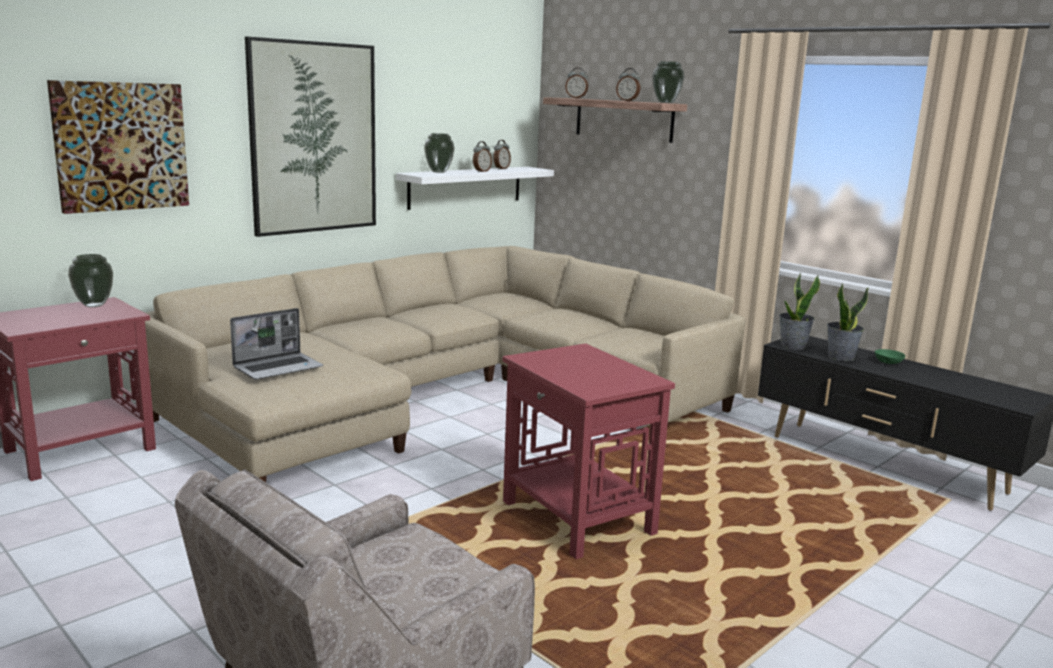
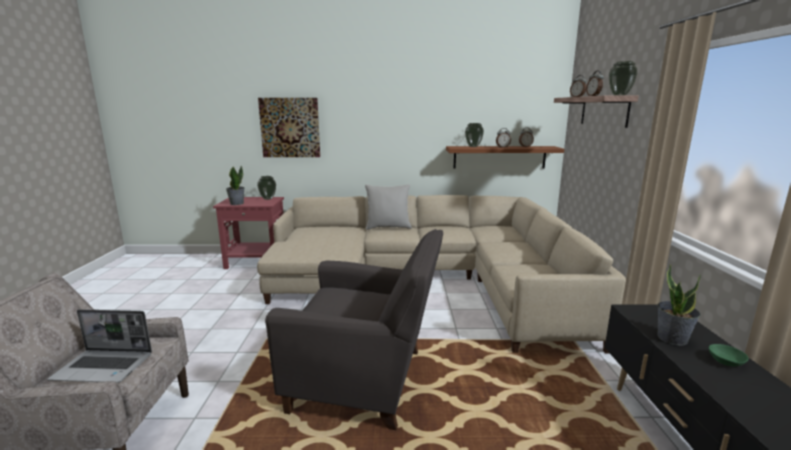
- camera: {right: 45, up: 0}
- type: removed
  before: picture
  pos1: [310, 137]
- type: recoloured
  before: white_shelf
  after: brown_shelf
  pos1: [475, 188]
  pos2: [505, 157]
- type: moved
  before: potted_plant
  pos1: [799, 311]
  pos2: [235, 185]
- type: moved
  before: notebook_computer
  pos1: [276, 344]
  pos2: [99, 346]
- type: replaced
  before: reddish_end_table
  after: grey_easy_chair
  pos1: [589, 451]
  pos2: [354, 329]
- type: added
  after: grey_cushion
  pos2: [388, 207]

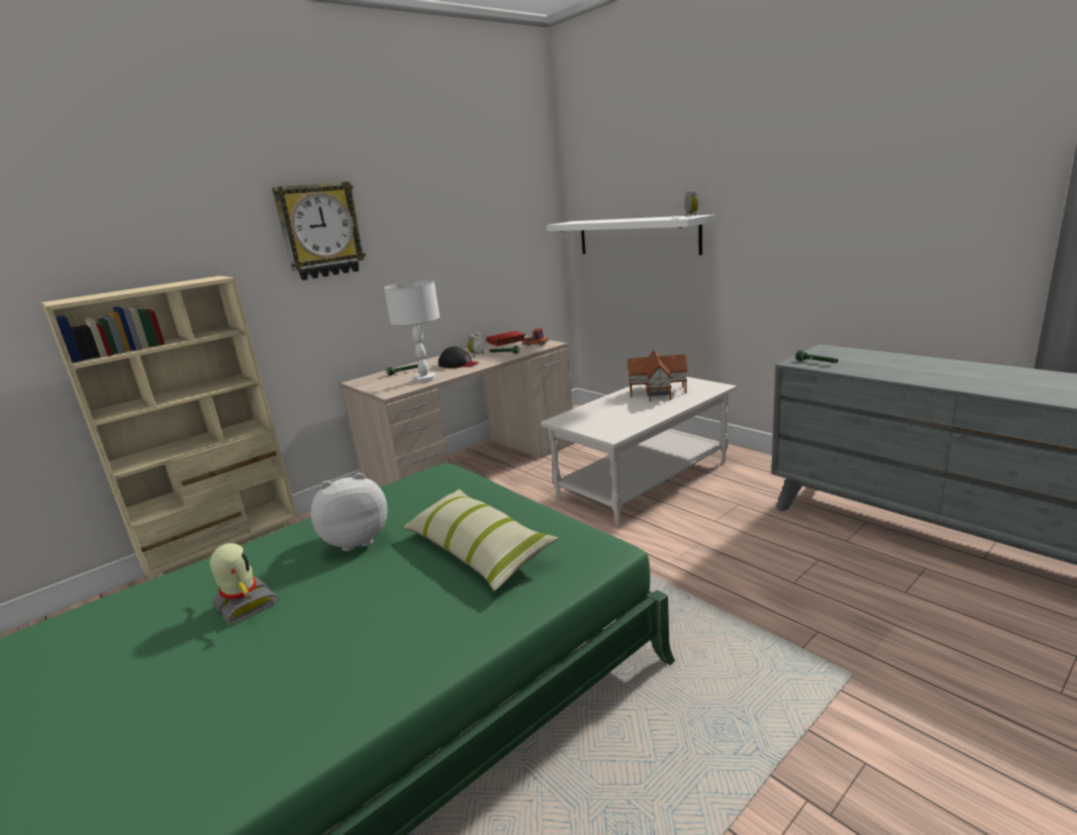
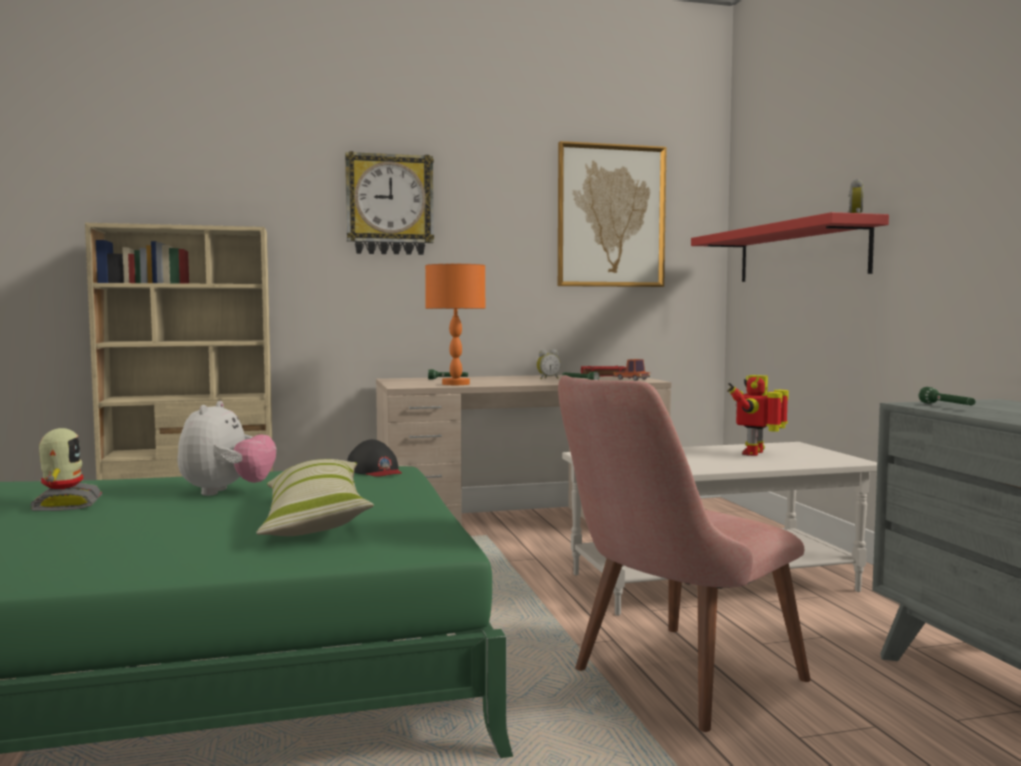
- camera: {right: 25, up: -15}
- type: recoloured
  before: white_shelf
  after: reddish_shelf
  pos1: [630, 235]
  pos2: [790, 247]
- type: recoloured
  before: white_lamp_for_a_table
  after: orange-coloured_lamp_for_a_table
  pos1: [412, 331]
  pos2: [455, 324]
- type: moved
  before: black-coloured_peaked_cap
  pos1: [458, 357]
  pos2: [374, 458]
- type: replaced
  before: model_house
  after: model_robot
  pos1: [657, 376]
  pos2: [758, 415]
- type: turned
  before: cuddly_toy
  pos1: [349, 512]
  pos2: [227, 448]
  turn: 90
- type: added
  after: picture
  pos2: [612, 214]
- type: added
  after: pink_upright_chair
  pos2: [684, 553]

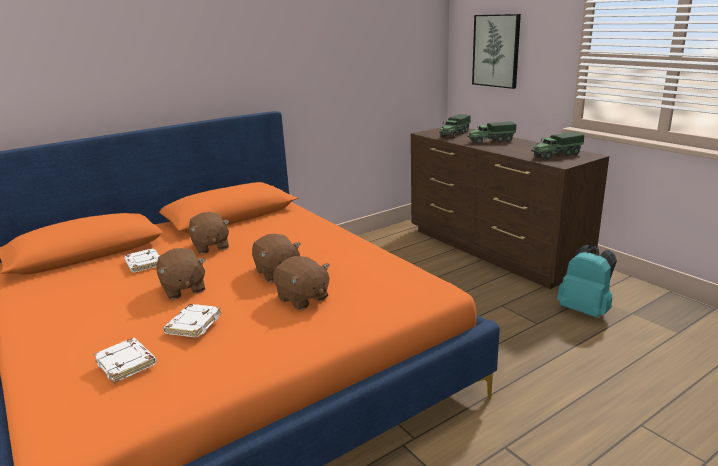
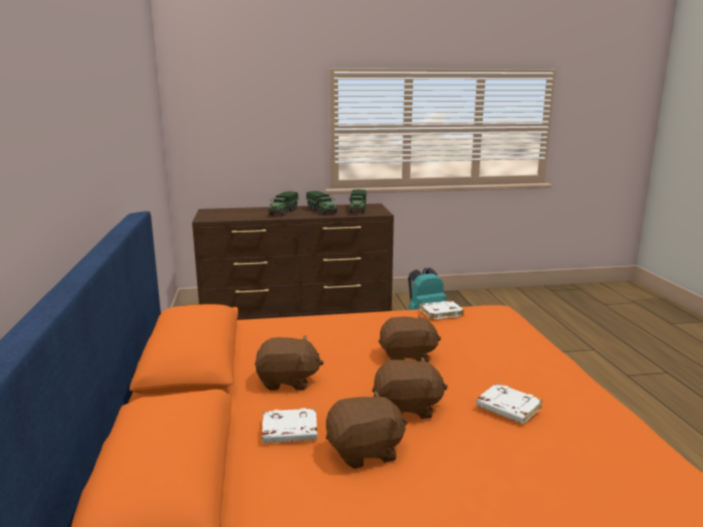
- camera: {right: -65, up: -5}
- type: removed
  before: picture
  pos1: [496, 51]
- type: moved
  before: toy_truck
  pos1: [455, 126]
  pos2: [322, 203]
- type: moved
  before: brown_cuddly_toy
  pos1: [301, 283]
  pos2: [367, 430]
- type: moved
  before: white_bound_book
  pos1: [125, 360]
  pos2: [442, 310]

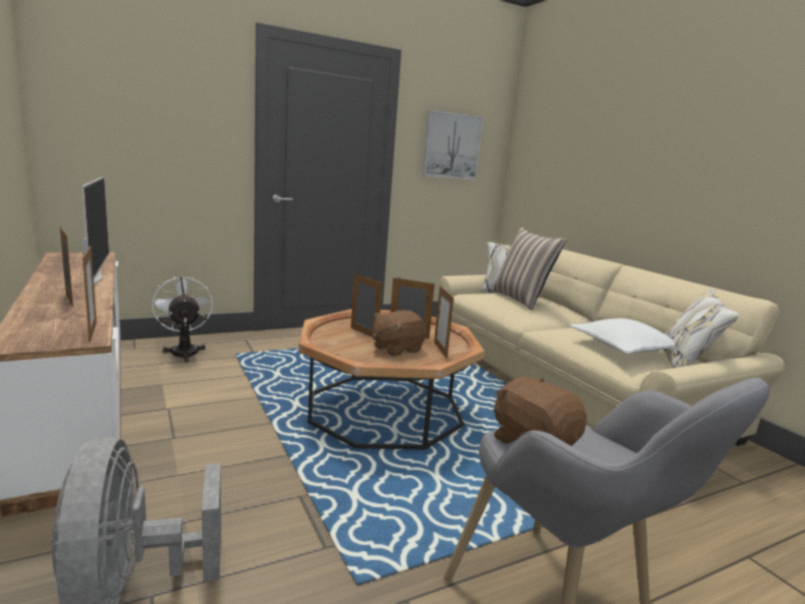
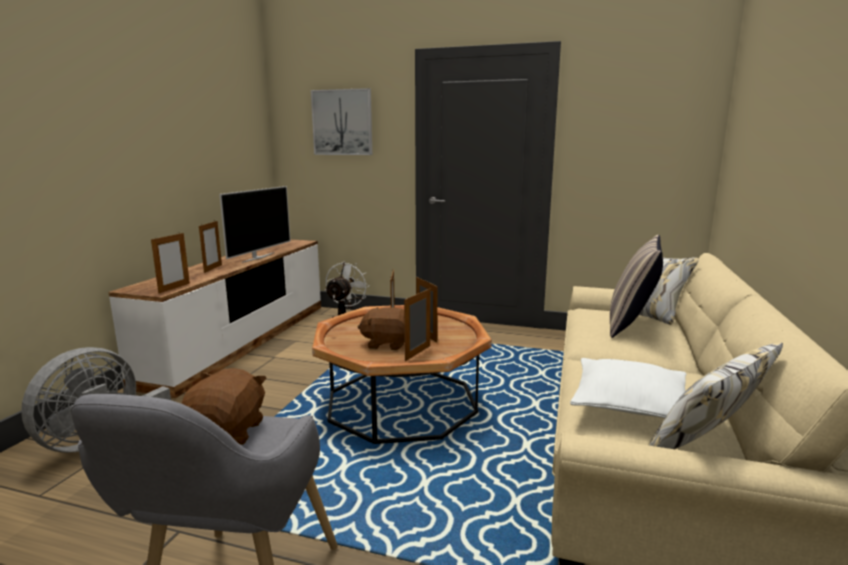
- camera: {right: 45, up: 0}
- type: moved
  before: picture
  pos1: [452, 145]
  pos2: [341, 121]

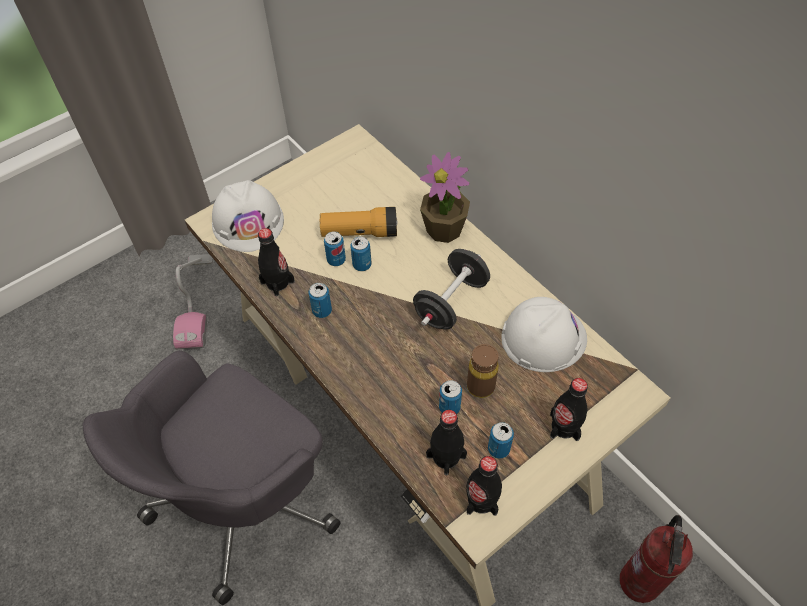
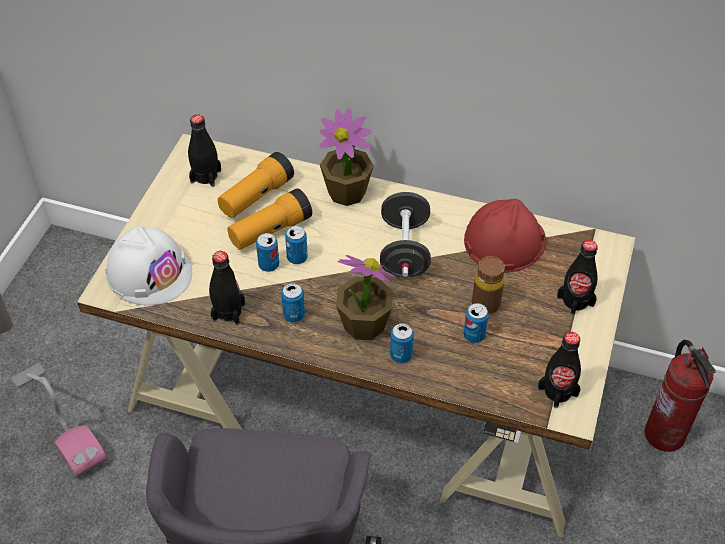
- camera: {right: -35, up: -5}
- type: recoloured
  before: white_hard_hat
  after: reddish_hard_hat
  pos1: [544, 334]
  pos2: [505, 236]
- type: moved
  before: black-coloured_drink_bottle
  pos1: [446, 443]
  pos2: [204, 150]
- type: moved
  before: can
  pos1: [501, 440]
  pos2: [402, 343]
- type: added
  after: torch
  pos2: [256, 185]
- type: added
  after: potted_plant
  pos2: [366, 297]

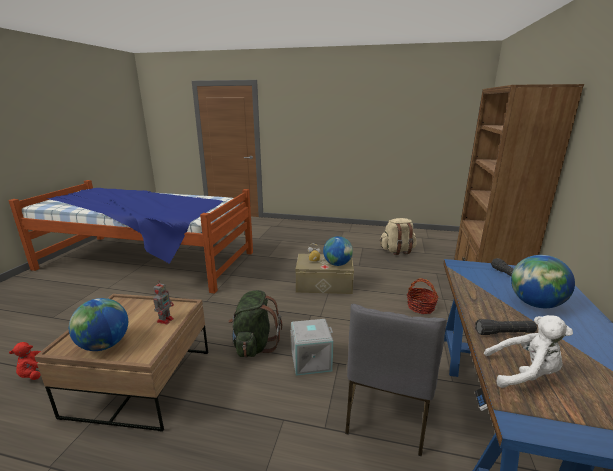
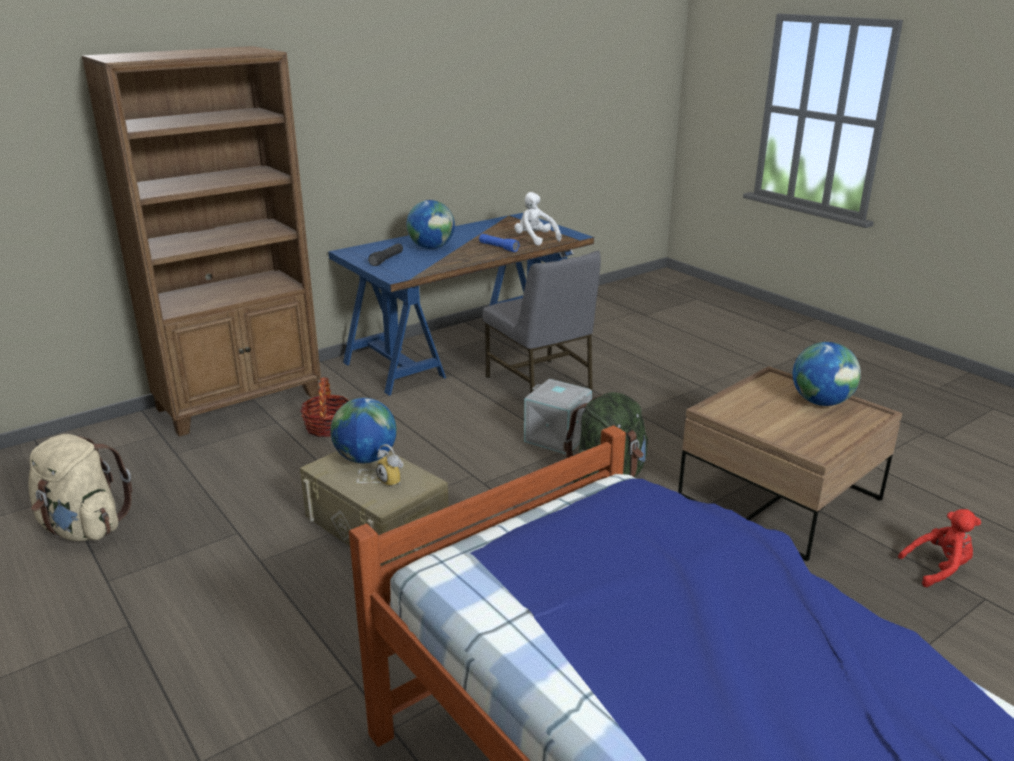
- camera: {right: -140, up: 5}
- type: removed
  before: model_robot
  pos1: [163, 302]
- type: turned
  before: grey_upright_chair
  pos1: [396, 380]
  pos2: [542, 321]
  turn: 90
- type: recoloured
  before: black-coloured_torch
  after: blue-coloured_torch
  pos1: [506, 327]
  pos2: [499, 243]

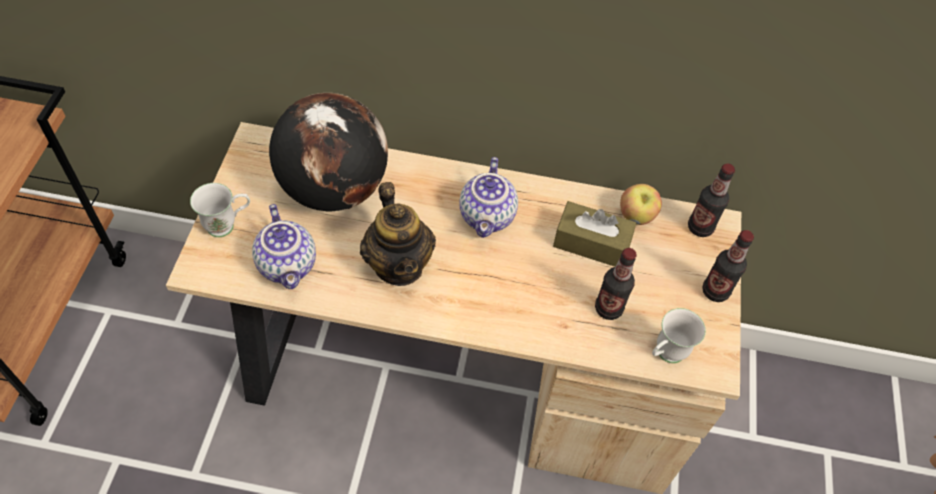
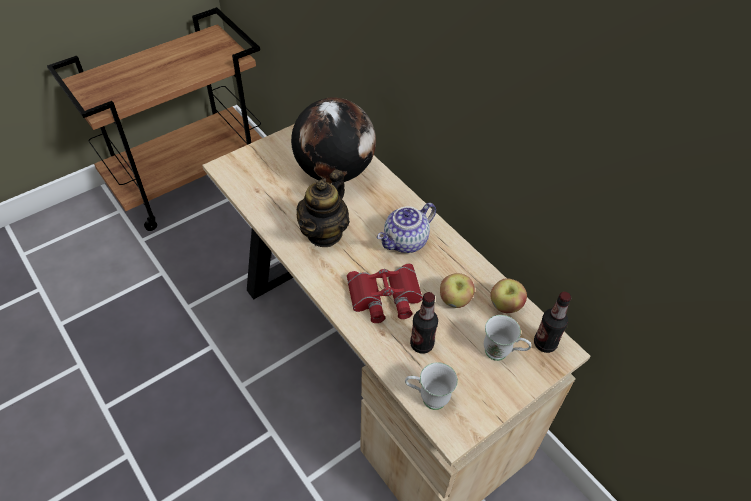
- camera: {right: 45, up: -5}
- type: moved
  before: white_tea_mug
  pos1: [220, 210]
  pos2: [507, 338]
- type: replaced
  before: brown_box_of_tissues
  after: whole_apple
  pos1: [594, 234]
  pos2: [457, 290]
- type: removed
  before: pot_for_tea
  pos1: [284, 246]
- type: removed
  before: drink_bottle
  pos1: [728, 266]
- type: added
  after: reddish_pair_of_binoculars
  pos2: [385, 293]

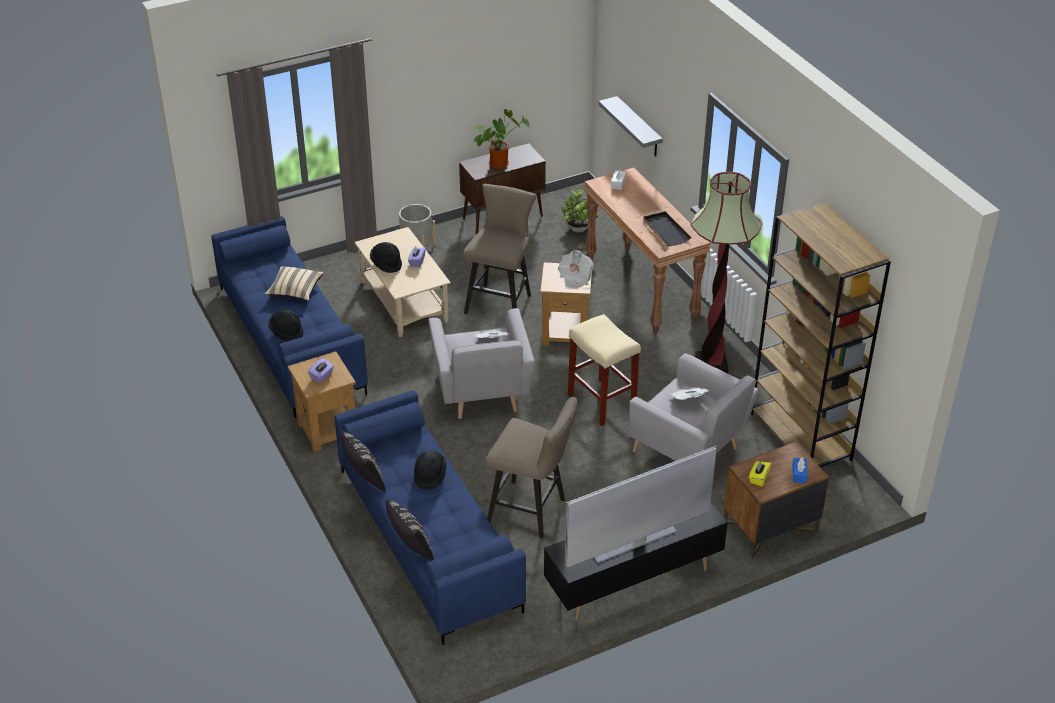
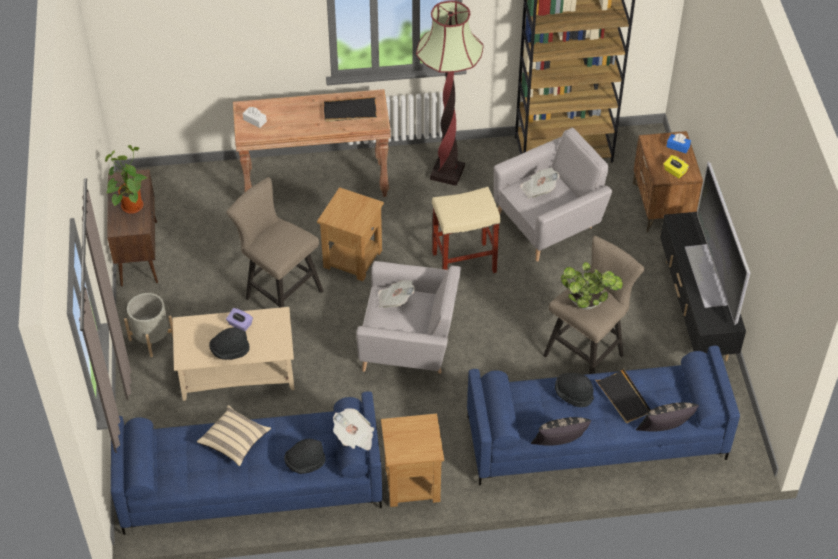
- camera: {right: -70, up: 10}
- type: removed
  before: grey_shelf
  pos1: [630, 126]
- type: moved
  before: potted_plant
  pos1: [580, 210]
  pos2: [592, 286]
- type: moved
  before: daily_paper
  pos1: [576, 269]
  pos2: [353, 429]
- type: removed
  before: purplish_box_of_tissues
  pos1: [321, 370]
- type: added
  after: black-coloured_carrying_tray
  pos2: [623, 395]

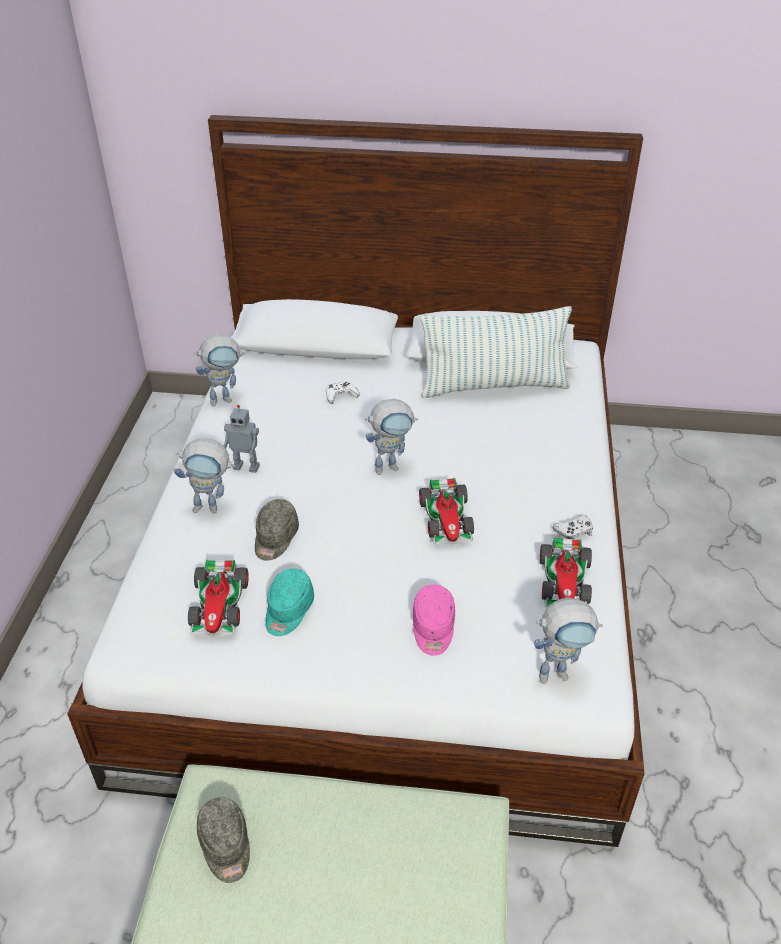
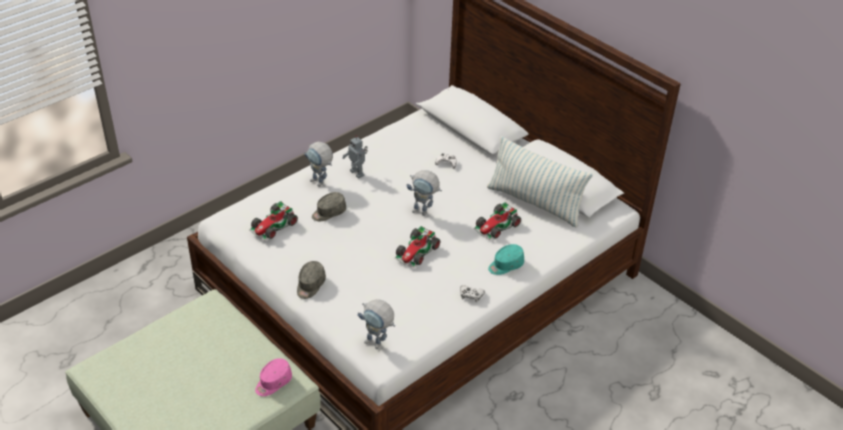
- camera: {right: 40, up: 0}
- type: removed
  before: model_robot
  pos1: [219, 370]
- type: moved
  before: miniature_car
  pos1: [566, 572]
  pos2: [497, 221]
- type: moved
  before: turquoise-coloured_peaked_cap
  pos1: [290, 602]
  pos2: [506, 259]
- type: moved
  before: pink_peaked_cap
  pos1: [434, 620]
  pos2: [273, 377]
- type: moved
  before: grey_peaked_cap
  pos1: [223, 840]
  pos2: [311, 280]

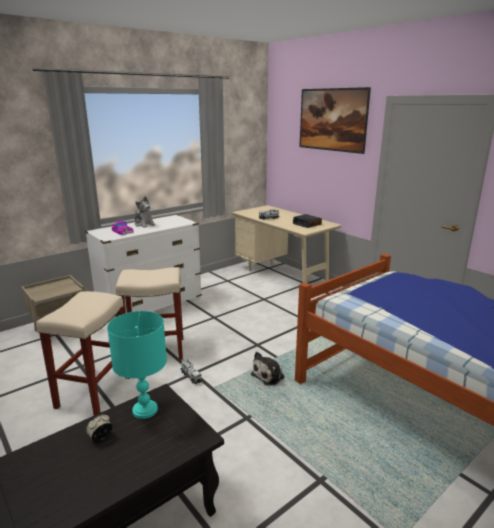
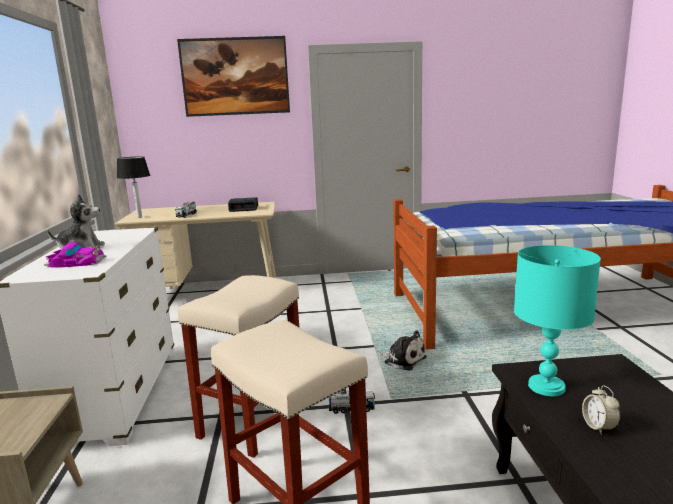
- camera: {right: -55, up: -5}
- type: turned
  before: cuddly_toy
  pos1: [268, 369]
  pos2: [403, 350]
  turn: -45
- type: added
  after: lamp_for_a_table
  pos2: [133, 187]

